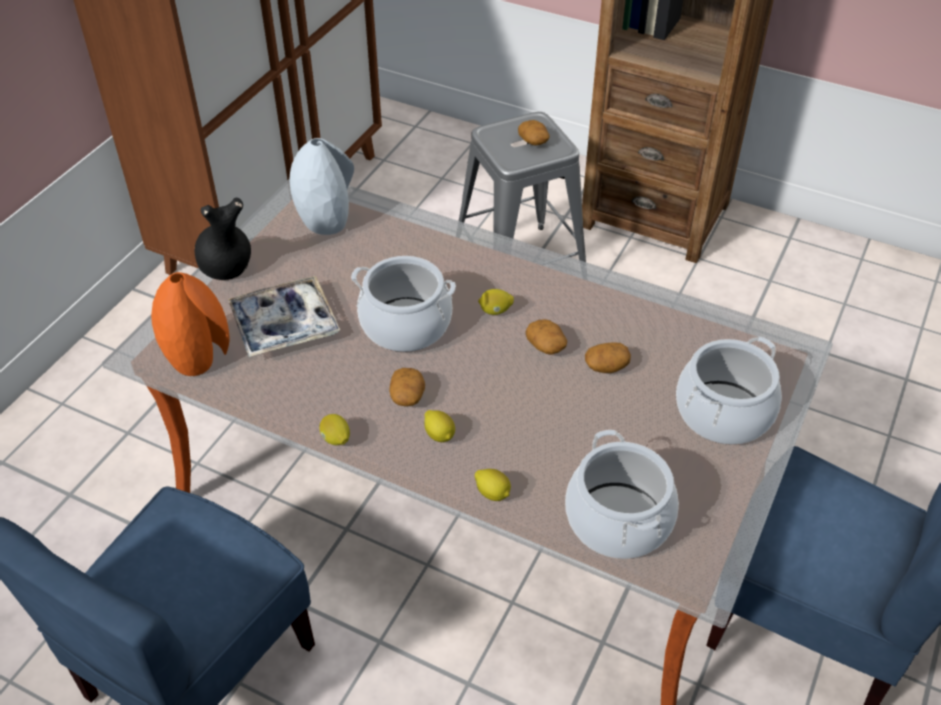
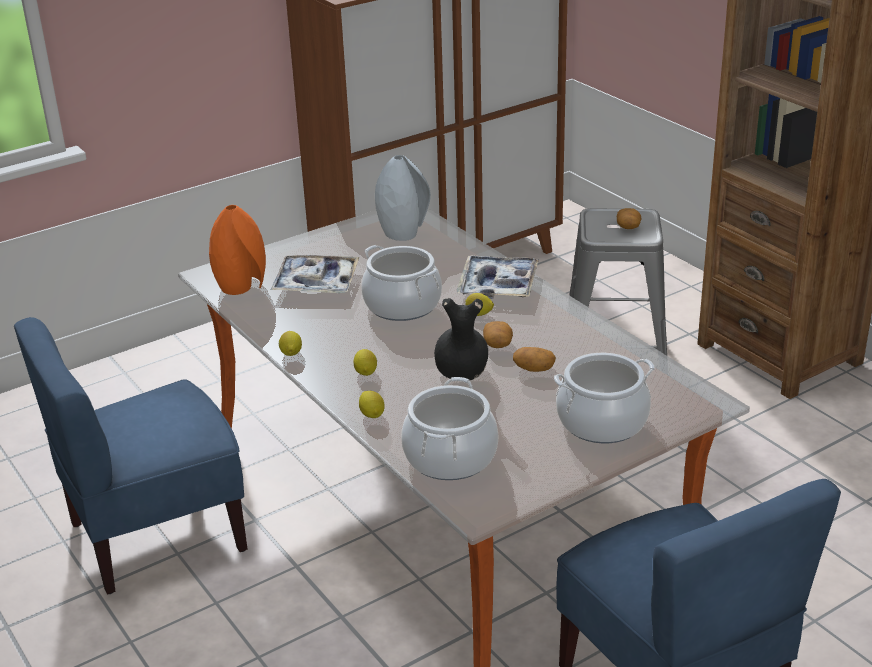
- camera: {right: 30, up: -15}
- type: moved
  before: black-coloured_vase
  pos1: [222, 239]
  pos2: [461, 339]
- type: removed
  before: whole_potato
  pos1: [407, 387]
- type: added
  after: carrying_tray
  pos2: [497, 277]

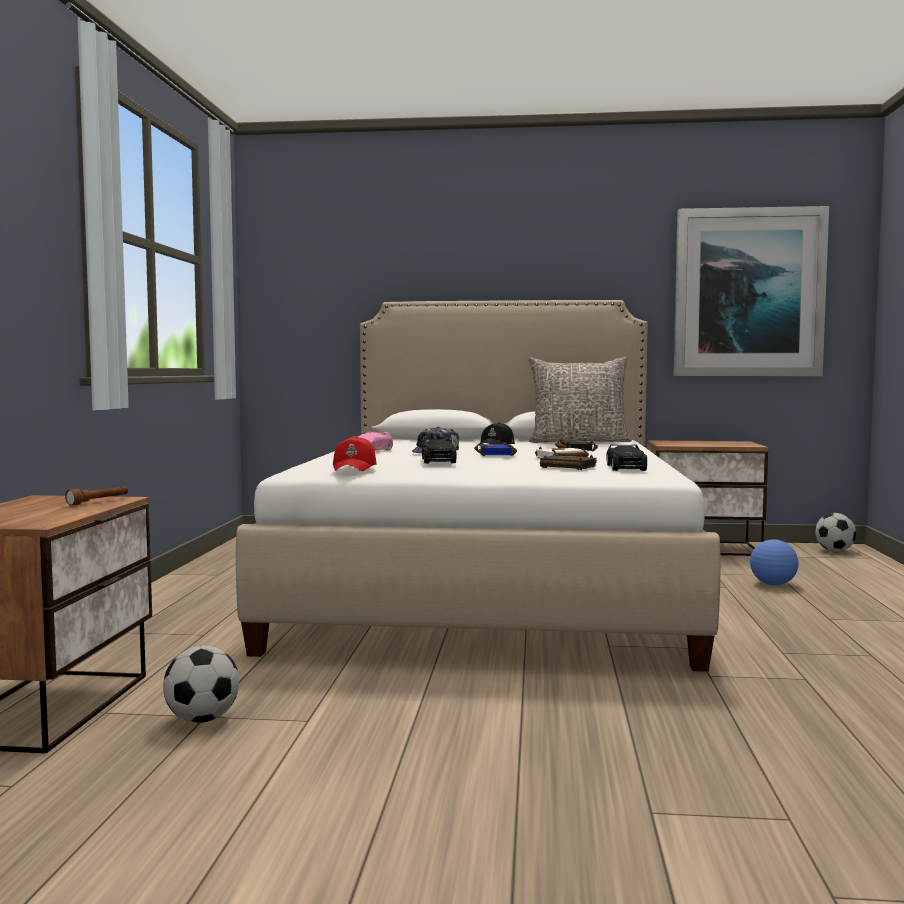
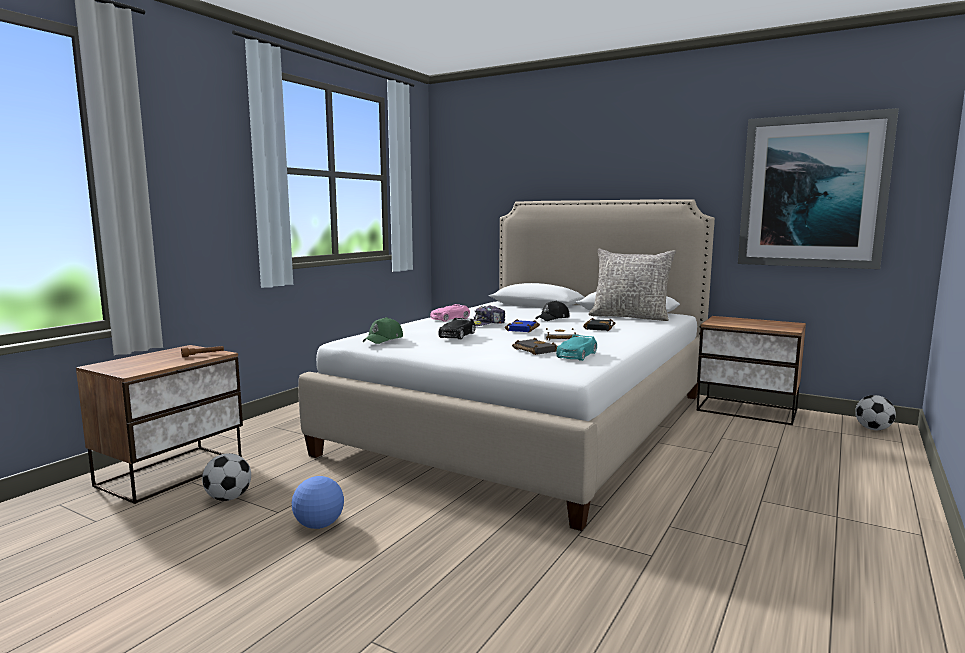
- camera: {right: 25, up: 5}
- type: recoloured
  before: reddish_peaked_cap
  after: green-coloured_peaked_cap
  pos1: [355, 453]
  pos2: [383, 330]
- type: recoloured
  before: black-coloured_miniature_car
  after: turquoise-coloured_miniature_car
  pos1: [626, 457]
  pos2: [576, 348]
- type: moved
  before: football_ball
  pos1: [774, 562]
  pos2: [318, 502]

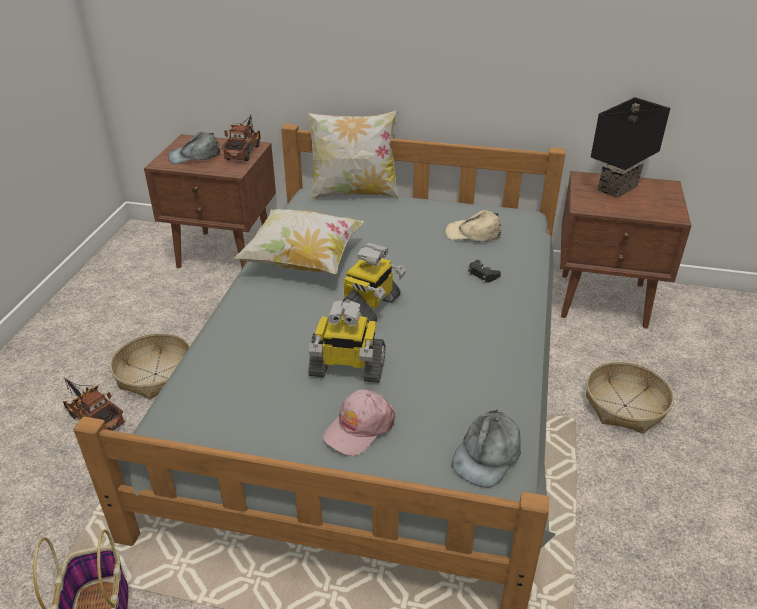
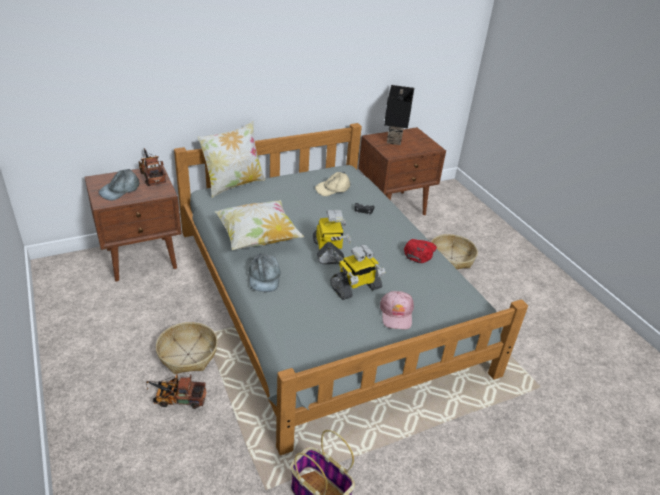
- camera: {right: -40, up: 0}
- type: moved
  before: grey_peaked_cap
  pos1: [486, 448]
  pos2: [265, 272]
- type: added
  after: reddish_peaked_cap
  pos2: [420, 251]

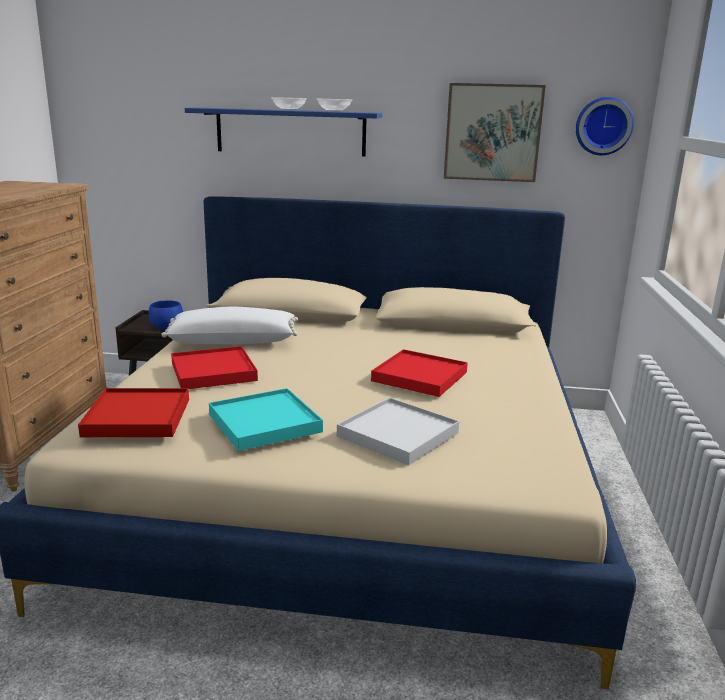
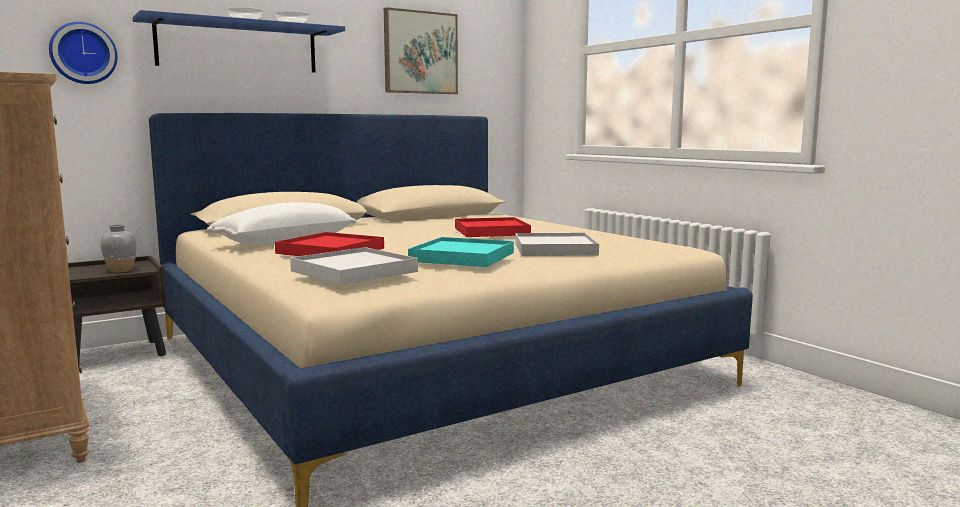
- camera: {right: -40, up: -10}
- type: moved
  before: wall_clock
  pos1: [605, 126]
  pos2: [83, 53]
- type: replaced
  before: blue-coloured_deep_dish
  after: grey_vase
  pos1: [165, 315]
  pos2: [118, 248]
- type: recoloured
  before: reddish_carrying_tray
  after: white_carrying_tray
  pos1: [133, 412]
  pos2: [354, 266]

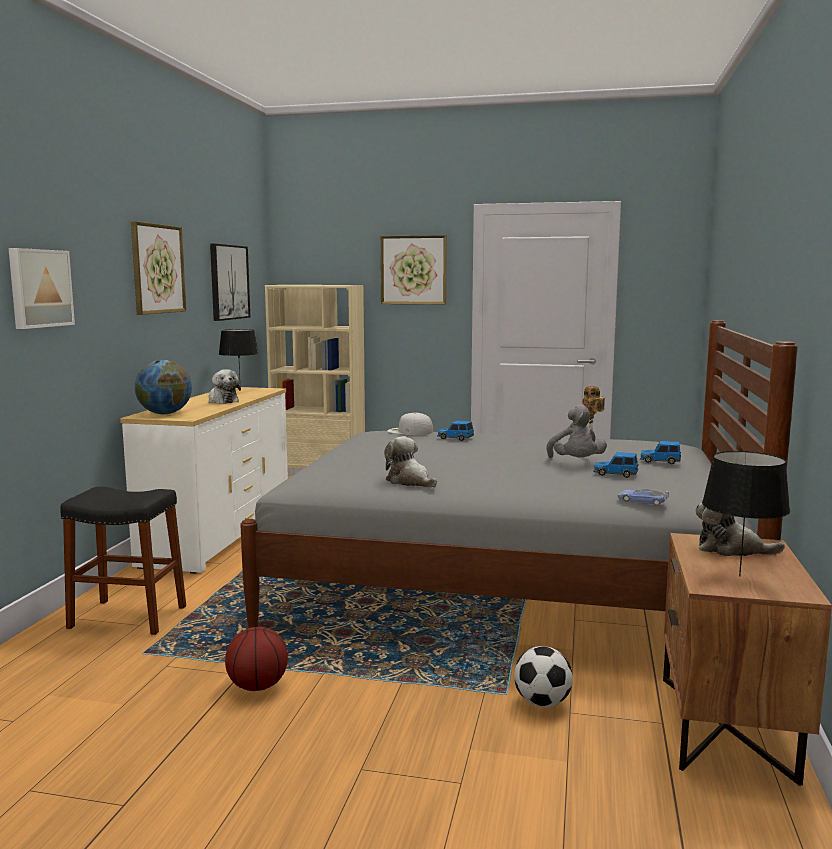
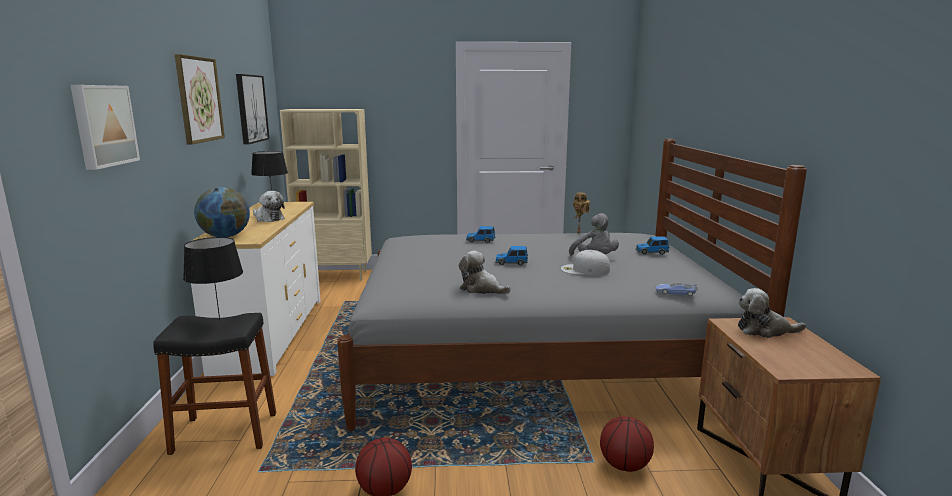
- camera: {right: -15, up: 5}
- type: removed
  before: picture
  pos1: [413, 269]
- type: moved
  before: white_peaked_cap
  pos1: [410, 424]
  pos2: [585, 262]
- type: moved
  before: black-coloured_lamp_for_a_table
  pos1: [746, 514]
  pos2: [213, 279]
- type: moved
  before: miniature_car
  pos1: [615, 465]
  pos2: [511, 256]
- type: replaced
  before: football_ball
  after: ball_for_basketball
  pos1: [543, 676]
  pos2: [627, 444]

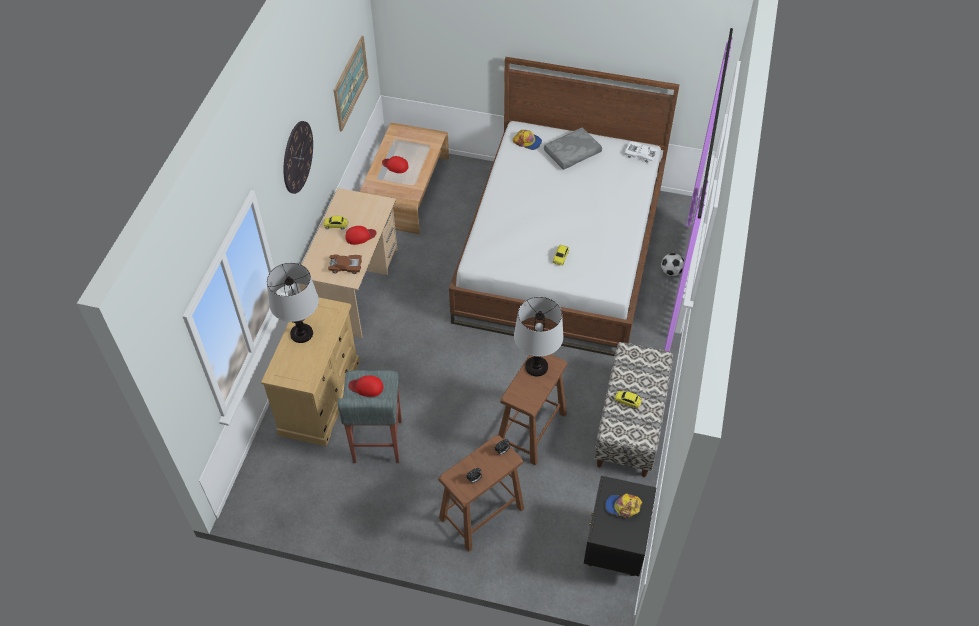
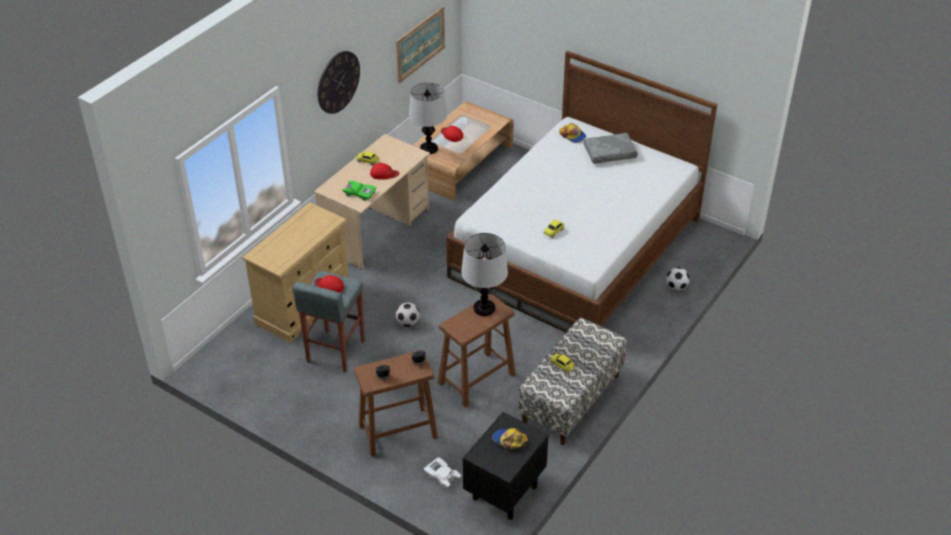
- camera: {right: 20, up: -10}
- type: moved
  before: white_miniature_car
  pos1: [641, 152]
  pos2: [443, 472]
- type: recoloured
  before: brown_miniature_car
  after: green-coloured_miniature_car
  pos1: [345, 264]
  pos2: [359, 190]
- type: moved
  before: lamp_for_a_table
  pos1: [293, 303]
  pos2: [428, 118]
- type: added
  after: football_ball
  pos2: [408, 315]

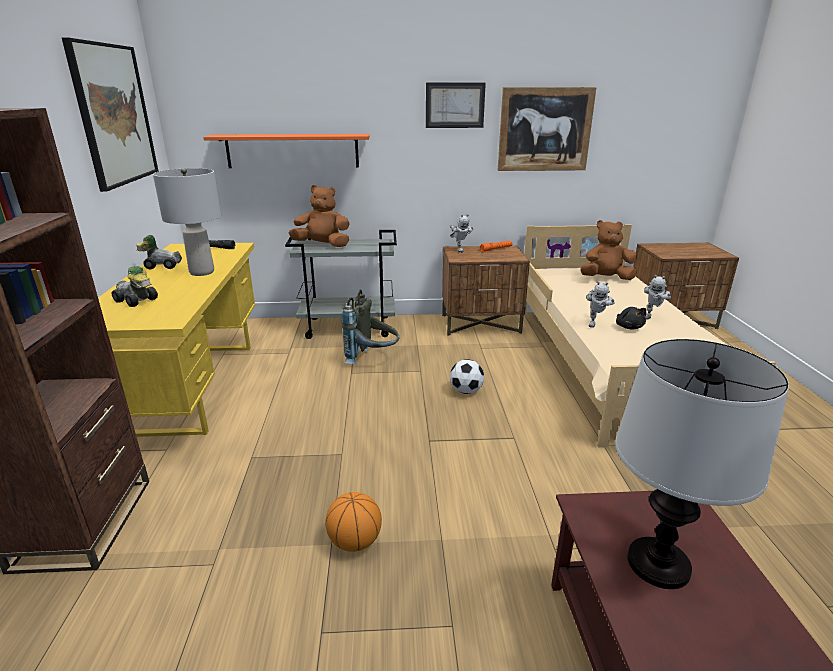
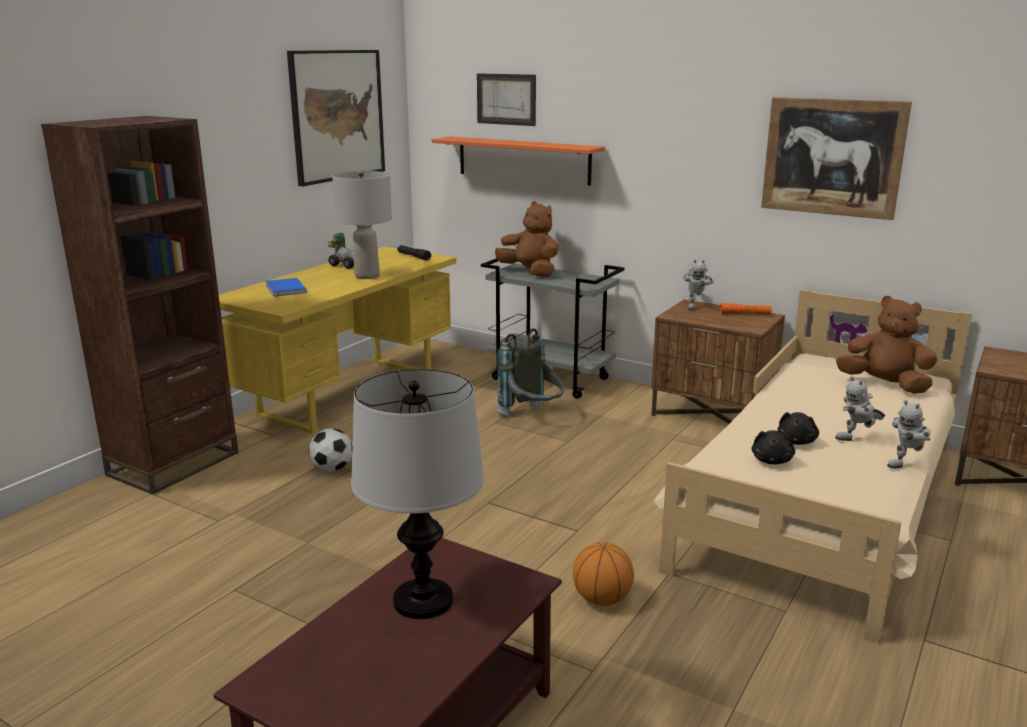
- camera: {right: 35, up: -5}
- type: moved
  before: picture
  pos1: [456, 105]
  pos2: [506, 99]
- type: replaced
  before: miniature_car
  after: blue-coloured_bound_book
  pos1: [135, 286]
  pos2: [286, 287]
- type: moved
  before: model_robot
  pos1: [600, 304]
  pos2: [909, 434]
- type: moved
  before: football_ball
  pos1: [467, 376]
  pos2: [330, 450]
- type: moved
  before: ball_for_basketball
  pos1: [353, 522]
  pos2: [603, 574]
- type: added
  after: black-coloured_cuddly_toy
  pos2: [773, 447]

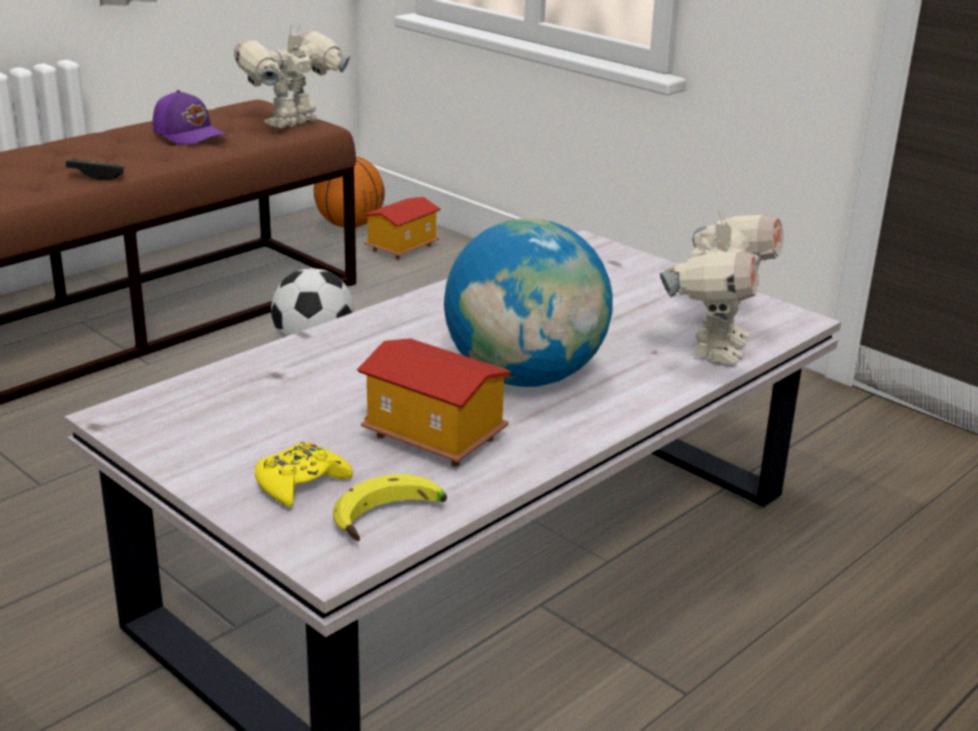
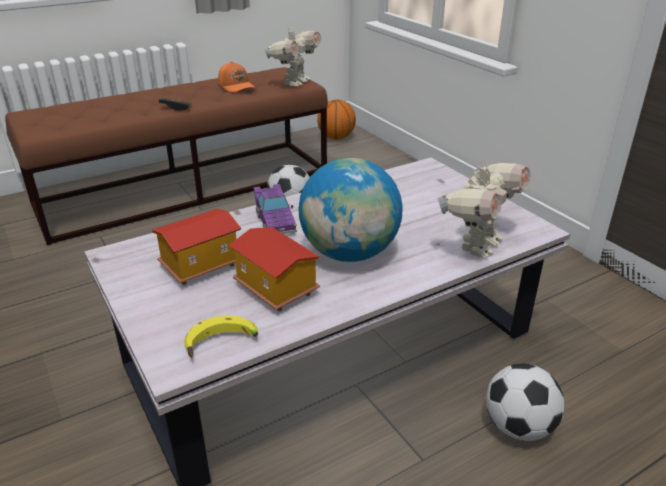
- camera: {right: 15, up: 5}
- type: turned
  before: model_robot
  pos1: [292, 76]
  pos2: [292, 56]
  turn: 150
- type: recoloured
  before: purplish_peaked_cap
  after: orange-coloured_peaked_cap
  pos1: [190, 117]
  pos2: [236, 76]
- type: moved
  before: model_house
  pos1: [402, 228]
  pos2: [196, 247]
- type: removed
  before: yellow-coloured_gamepad
  pos1: [304, 474]
- type: added
  after: purplish_miniature_car
  pos2: [275, 209]
- type: added
  after: football_ball
  pos2: [525, 402]

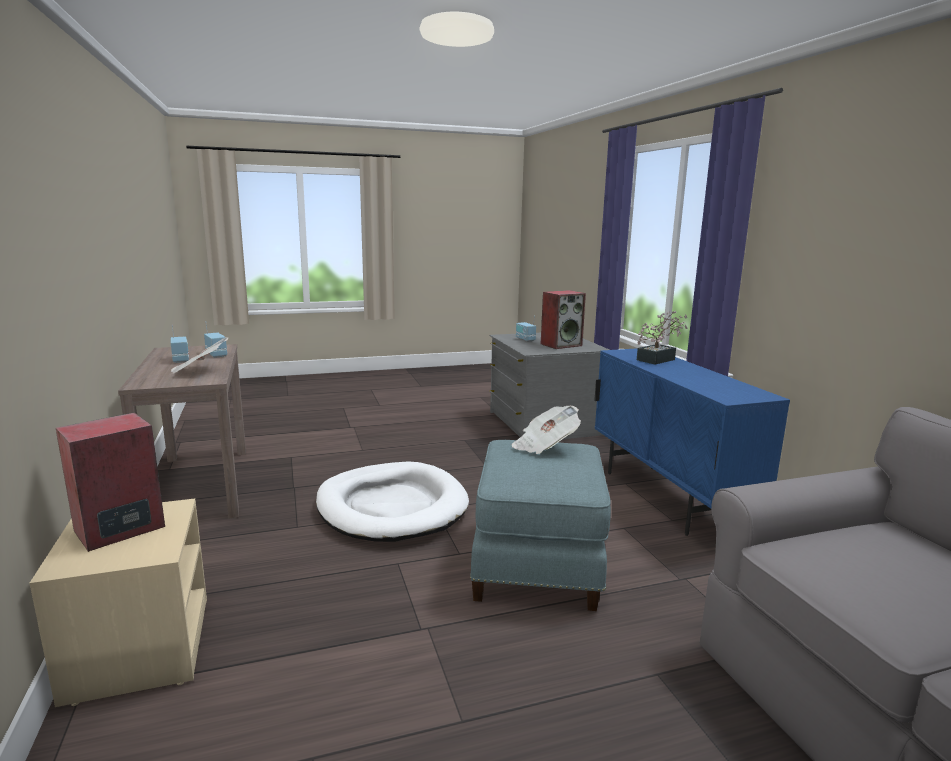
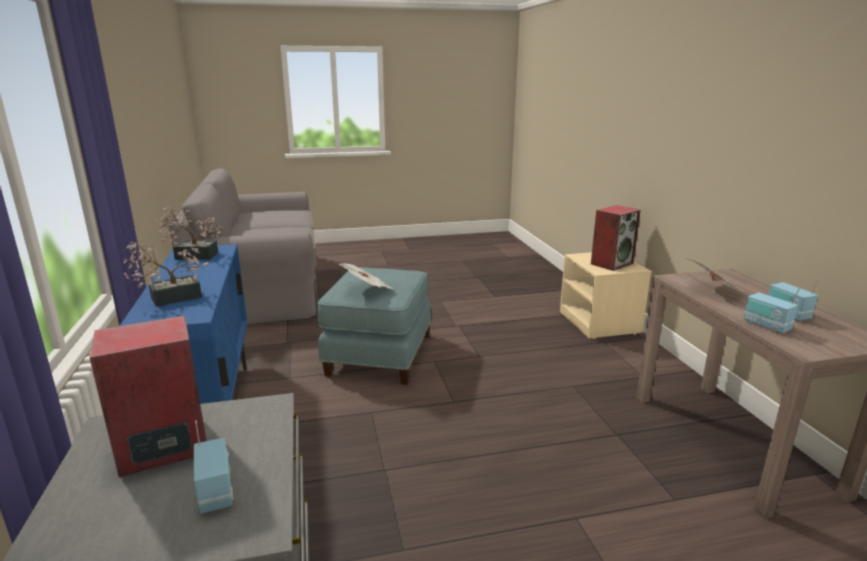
- camera: {right: -175, up: 5}
- type: removed
  before: white_dog_cushion
  pos1: [392, 501]
- type: added
  after: potted_plant
  pos2: [188, 233]

